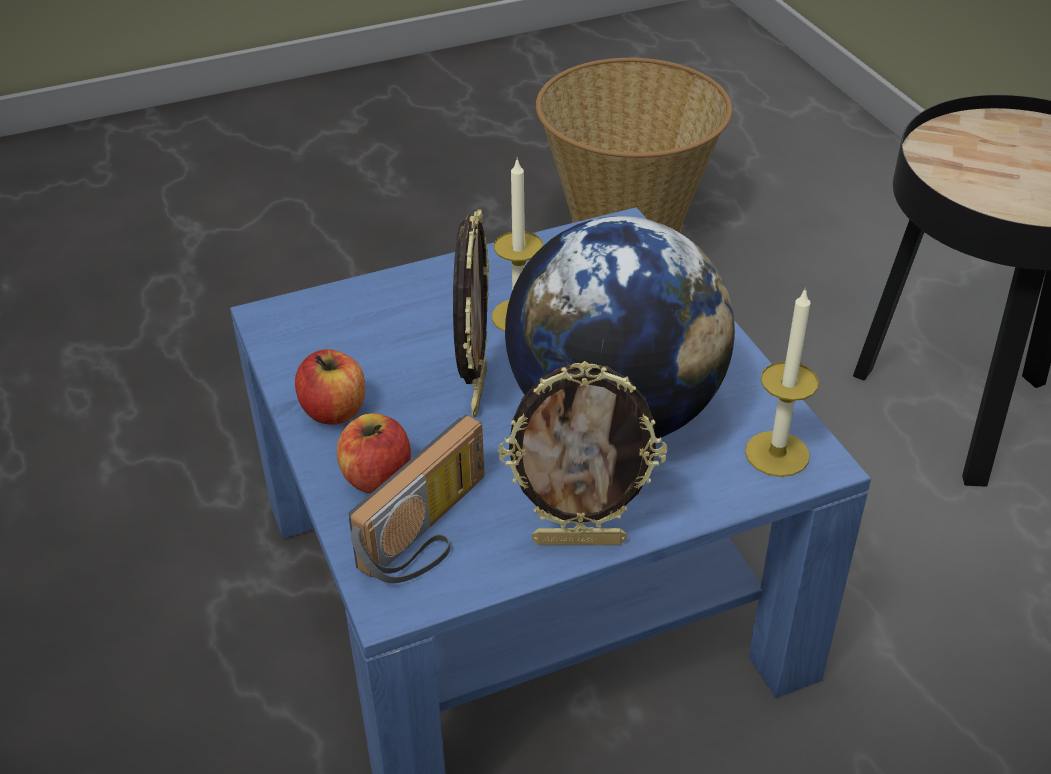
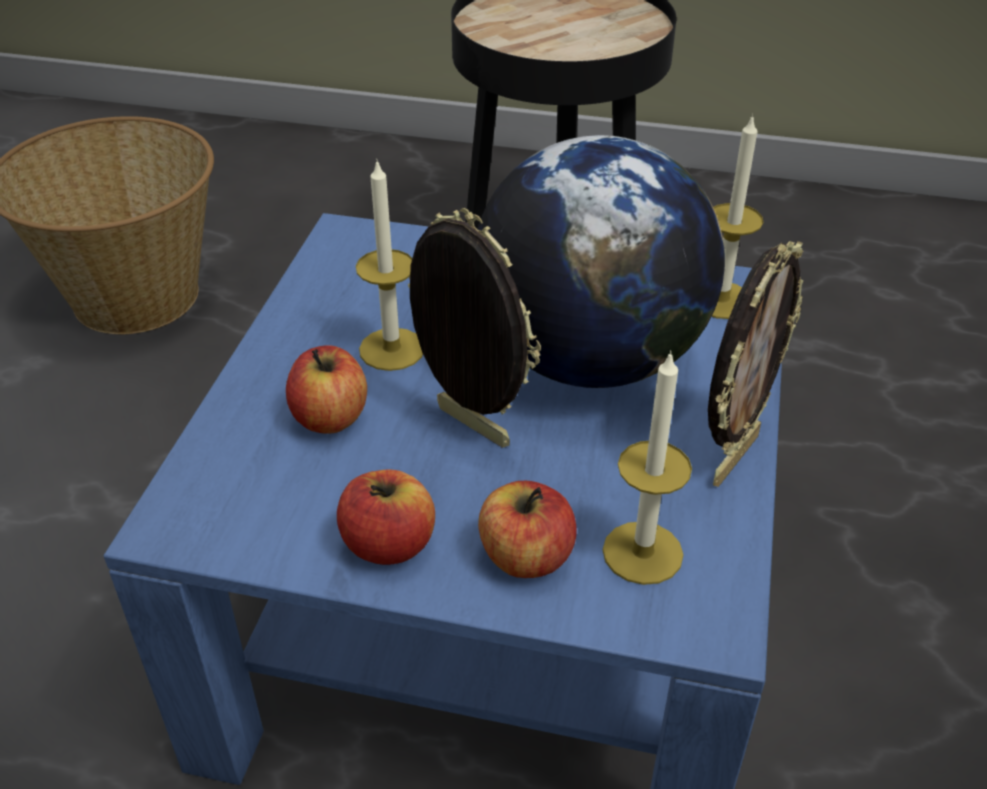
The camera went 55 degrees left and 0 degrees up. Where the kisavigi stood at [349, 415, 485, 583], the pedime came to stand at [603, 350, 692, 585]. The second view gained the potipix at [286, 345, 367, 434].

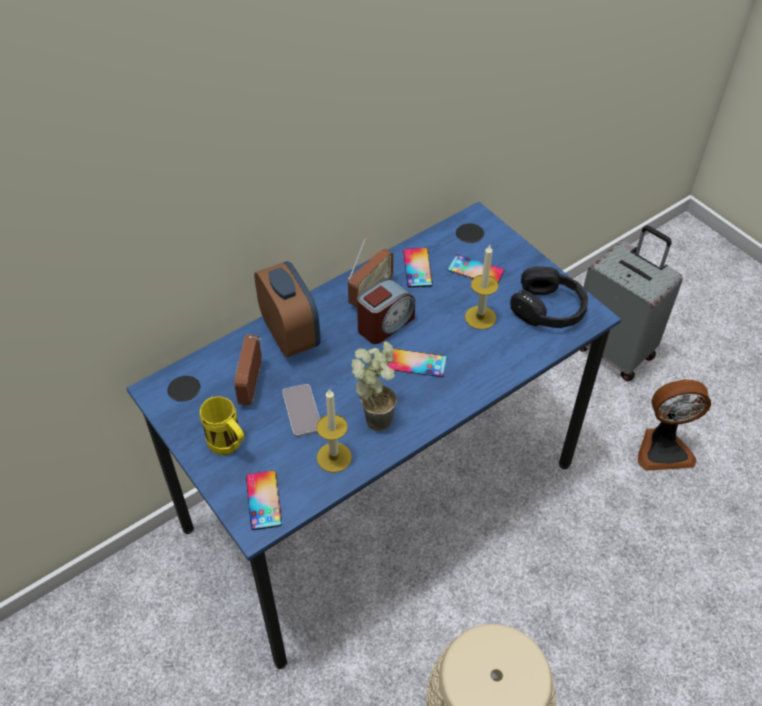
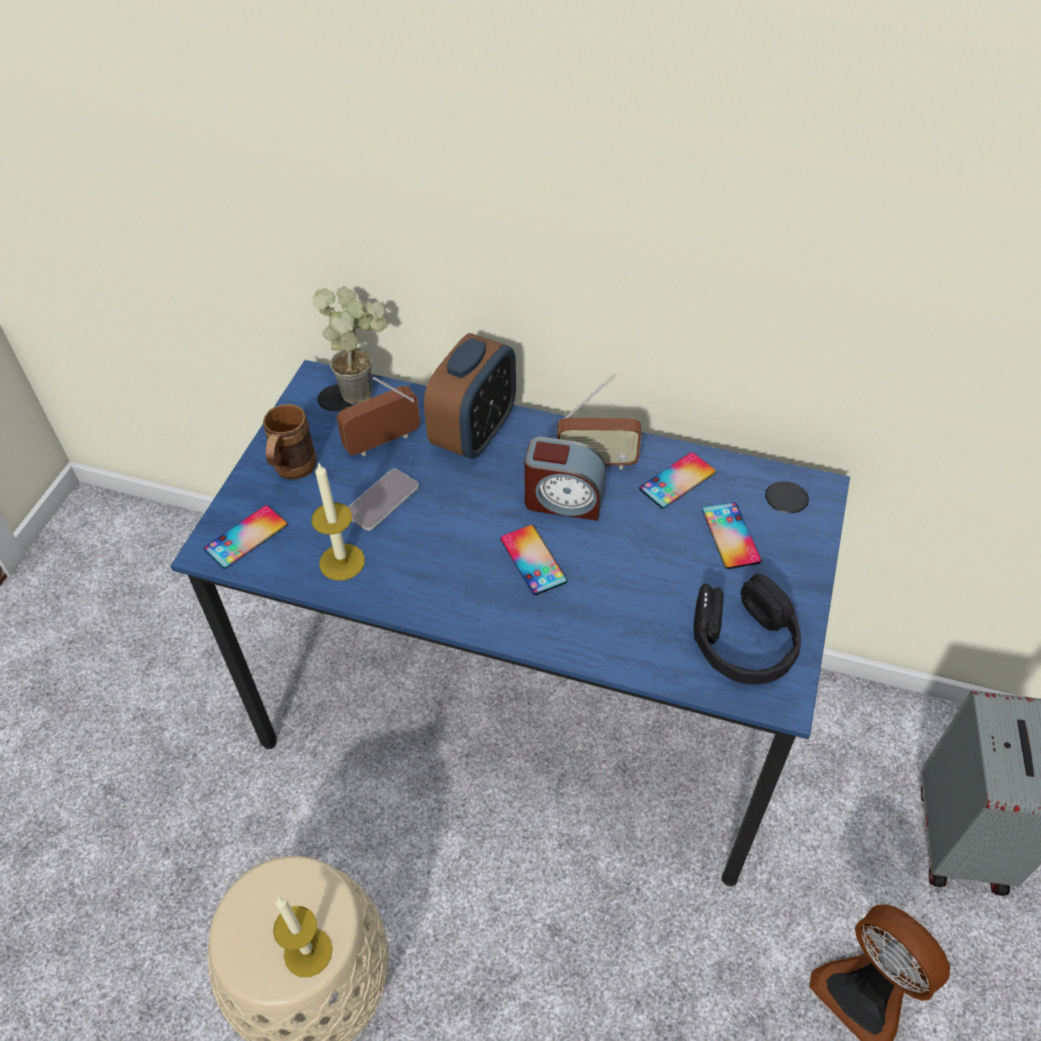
The camera went 55 degrees right and 0 degrees up. The pedime ended up elsewhere, having gone from [465, 244, 499, 330] to [273, 896, 333, 977]. The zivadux ended up elsewhere, having gone from [351, 341, 397, 431] to [312, 288, 387, 404]. What was the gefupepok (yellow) at [200, 396, 244, 455] turned into the gefupepok (brown) at [263, 404, 317, 479].

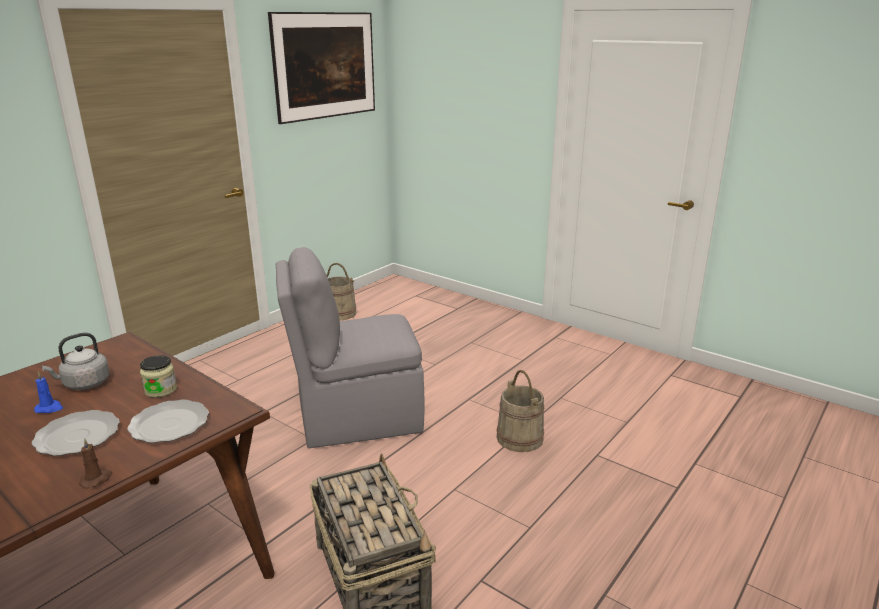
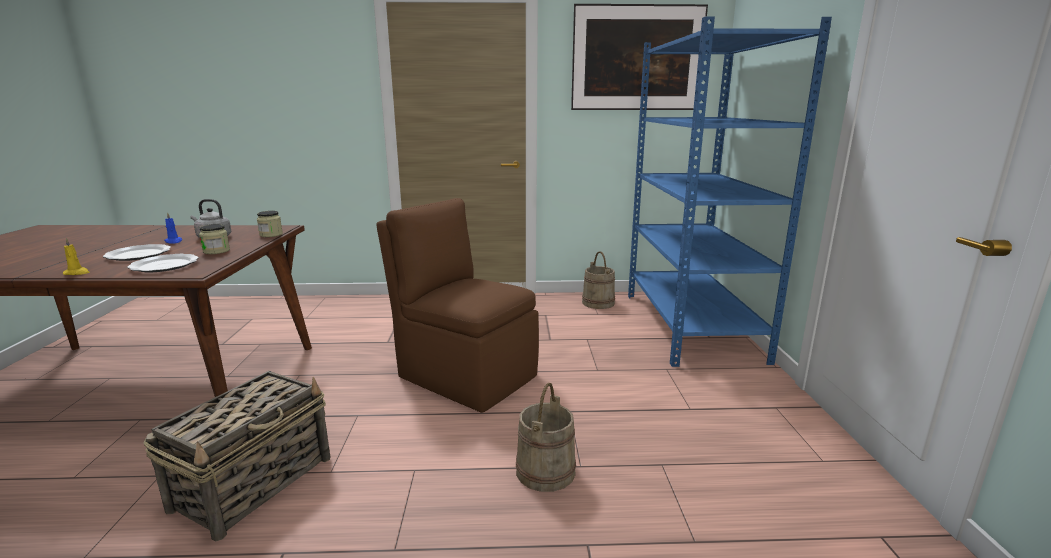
The camera went 50 degrees right and 5 degrees down. What was the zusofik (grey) at [276, 247, 424, 448] turned into the zusofik (brown) at [376, 198, 539, 413]. What was the pedime (brown) at [79, 438, 112, 489] turned into the pedime (yellow) at [63, 238, 90, 275]. The second view gained the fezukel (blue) at [628, 16, 832, 367]. The second view gained the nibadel at [257, 211, 283, 237].

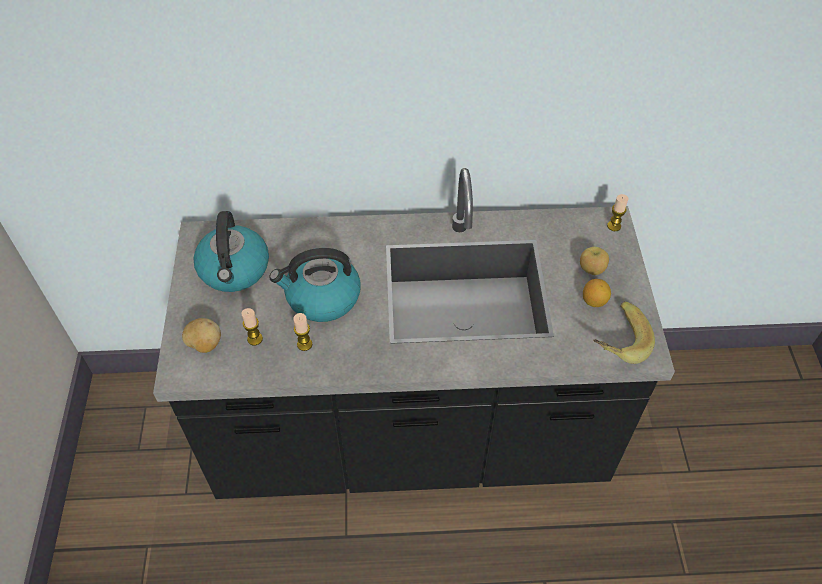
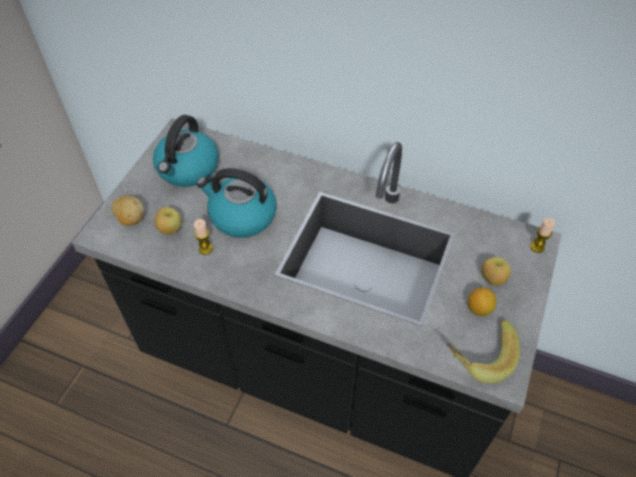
The camera went 25 degrees right and 0 degrees up. Where the pedime stood at [241, 308, 263, 345], the potipix came to stand at [154, 207, 182, 235].

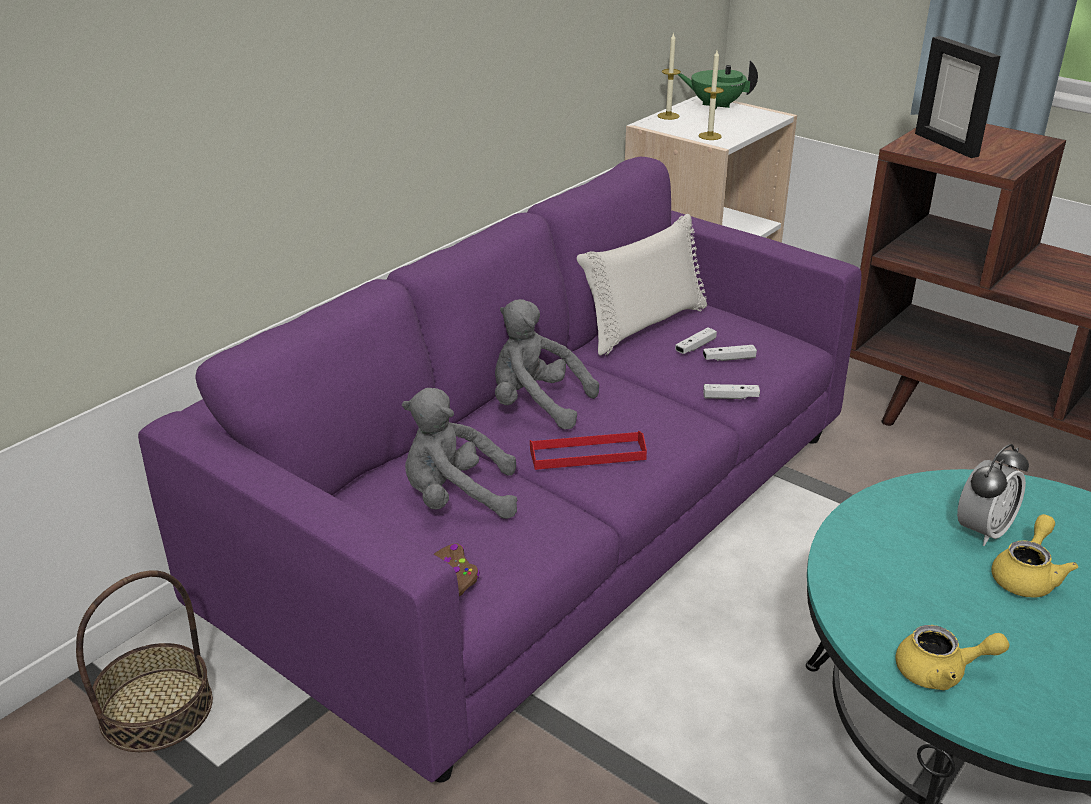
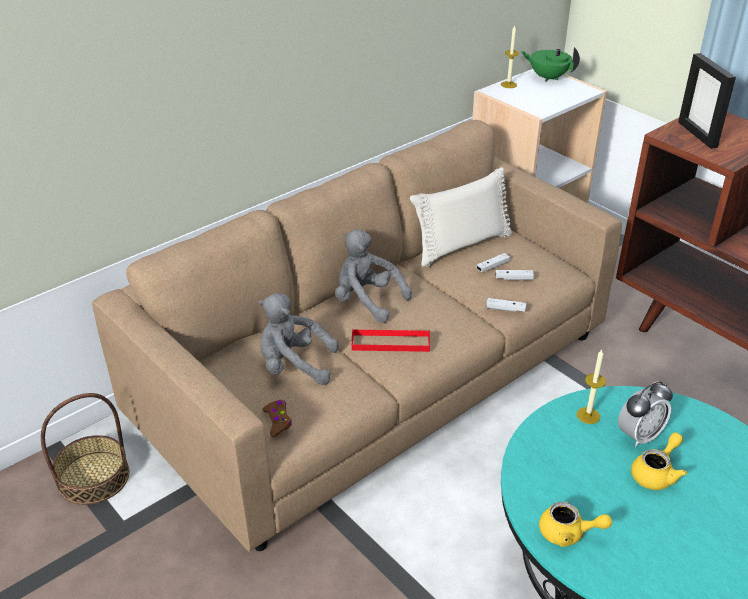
The camera went 10 degrees right and 5 degrees up. The pedime ended up elsewhere, having gone from [699, 50, 724, 140] to [577, 350, 606, 424]. What was the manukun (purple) at [138, 157, 861, 782] turned into the manukun (beige) at [92, 120, 622, 552].

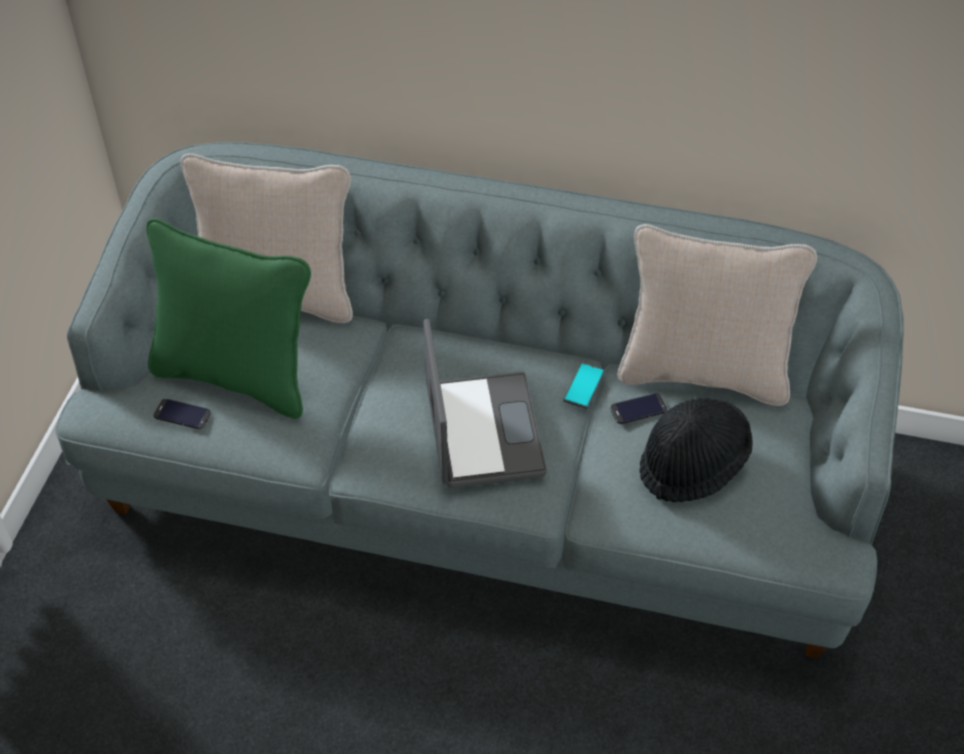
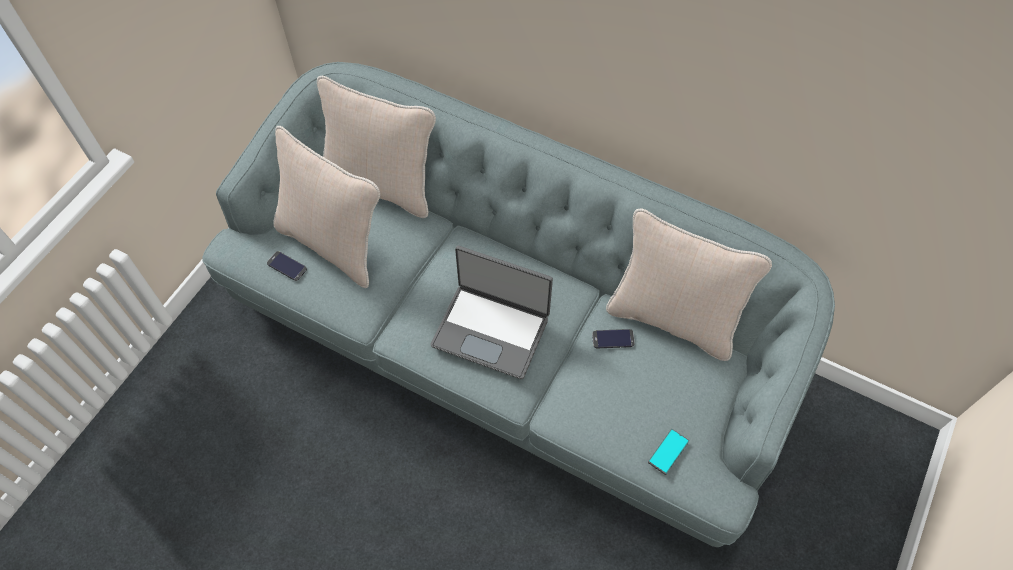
The camera went 15 degrees right and 10 degrees up. What was the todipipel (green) at [146, 218, 311, 419] turned into the todipipel (beige) at [273, 126, 380, 288]. The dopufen at [423, 319, 547, 488] ended up facing another way, 105 degrees clockwise from before. The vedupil ended up elsewhere, having gone from [563, 363, 605, 409] to [648, 429, 689, 475]. The second view lost the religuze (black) at [639, 398, 753, 502].

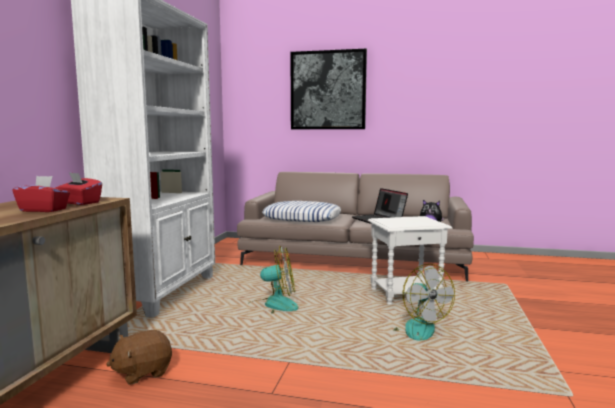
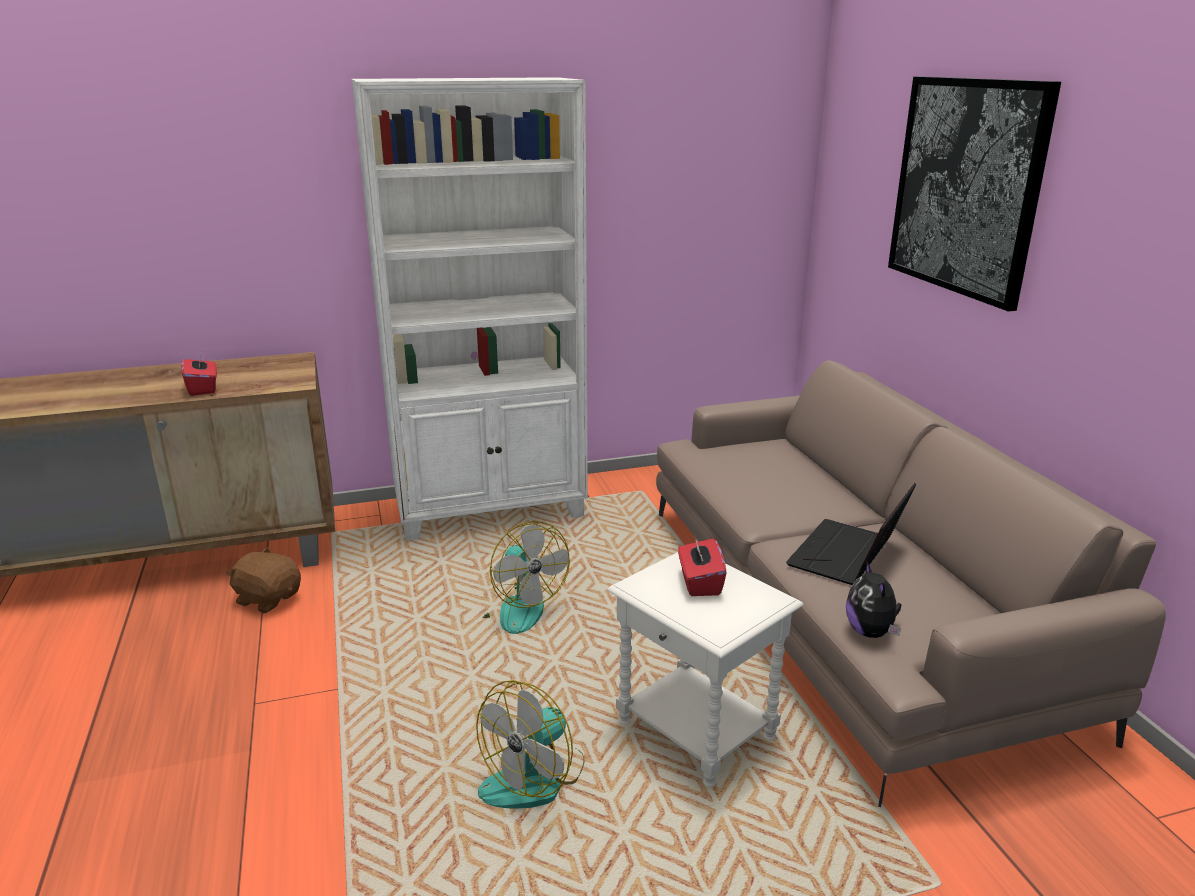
The camera went 60 degrees right and 15 degrees up. The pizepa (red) ended up elsewhere, having gone from [56, 172, 102, 205] to [678, 537, 726, 596]. The second view lost the todipipel at [262, 201, 341, 222].

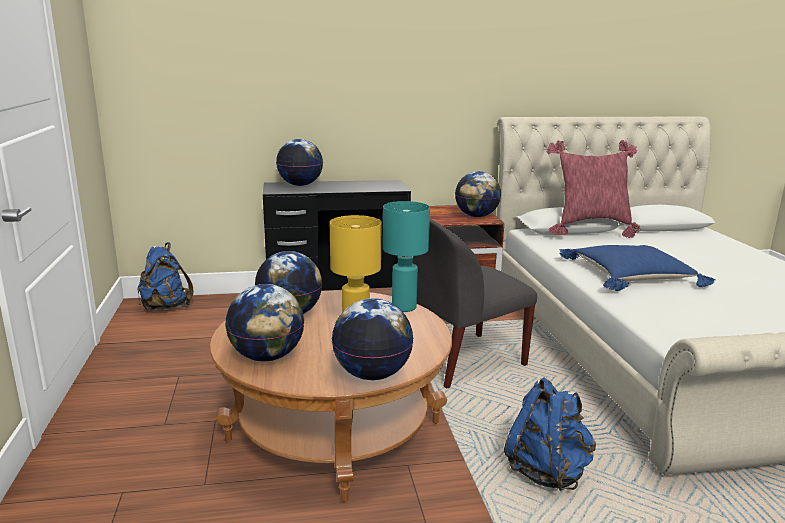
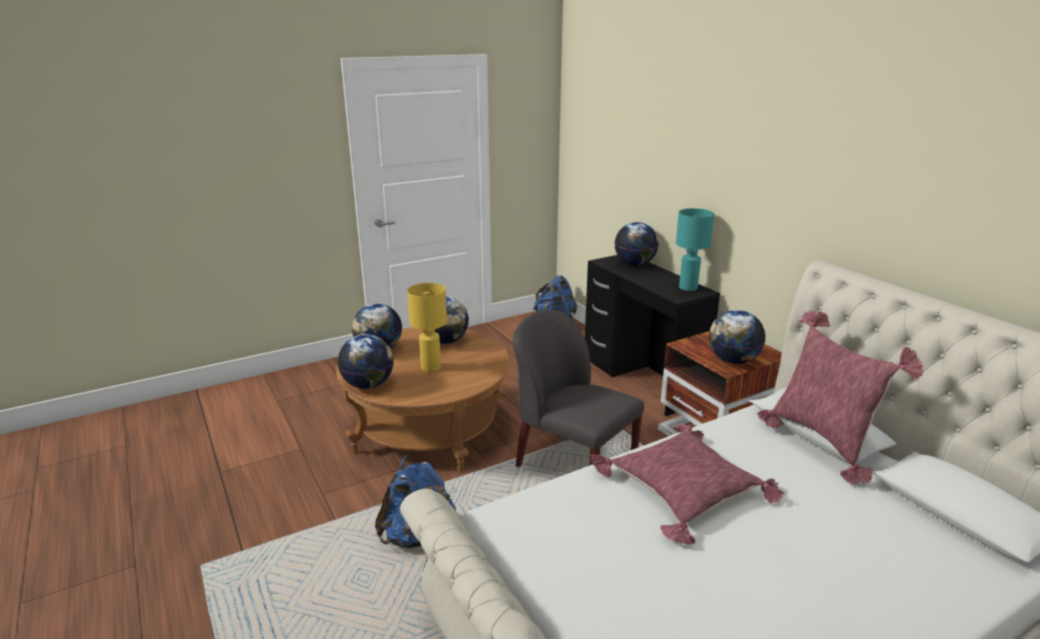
The camera went 70 degrees right and 5 degrees up. The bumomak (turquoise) ended up elsewhere, having gone from [382, 201, 430, 312] to [676, 208, 714, 291]. What was the todipipel (blue) at [559, 245, 716, 291] turned into the todipipel (red) at [591, 423, 785, 545].

